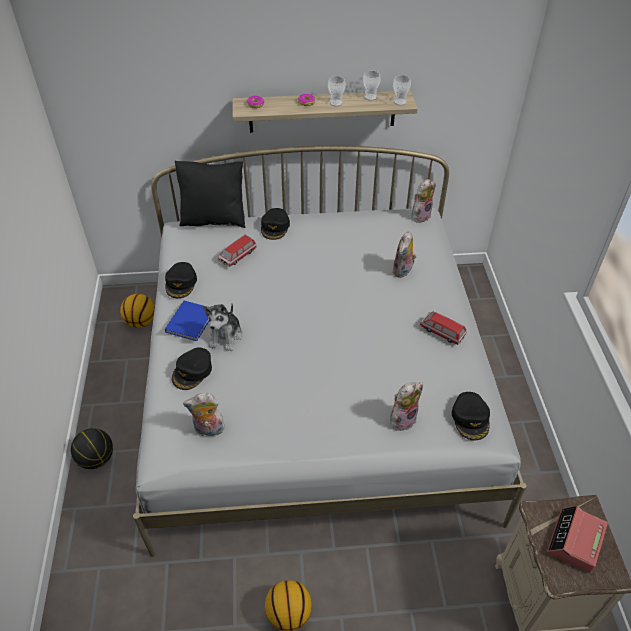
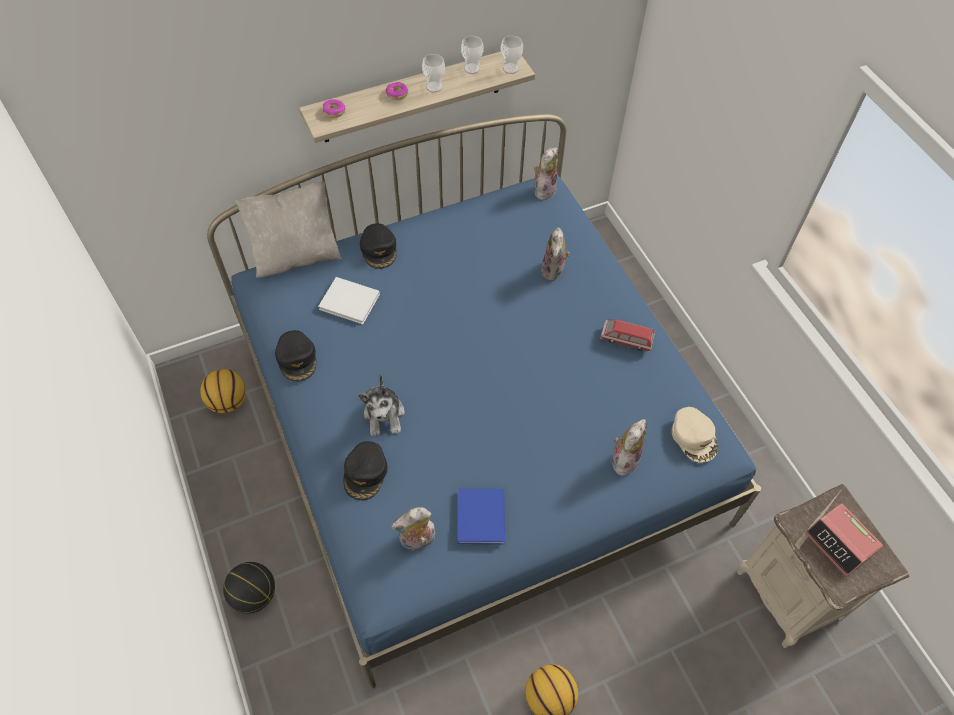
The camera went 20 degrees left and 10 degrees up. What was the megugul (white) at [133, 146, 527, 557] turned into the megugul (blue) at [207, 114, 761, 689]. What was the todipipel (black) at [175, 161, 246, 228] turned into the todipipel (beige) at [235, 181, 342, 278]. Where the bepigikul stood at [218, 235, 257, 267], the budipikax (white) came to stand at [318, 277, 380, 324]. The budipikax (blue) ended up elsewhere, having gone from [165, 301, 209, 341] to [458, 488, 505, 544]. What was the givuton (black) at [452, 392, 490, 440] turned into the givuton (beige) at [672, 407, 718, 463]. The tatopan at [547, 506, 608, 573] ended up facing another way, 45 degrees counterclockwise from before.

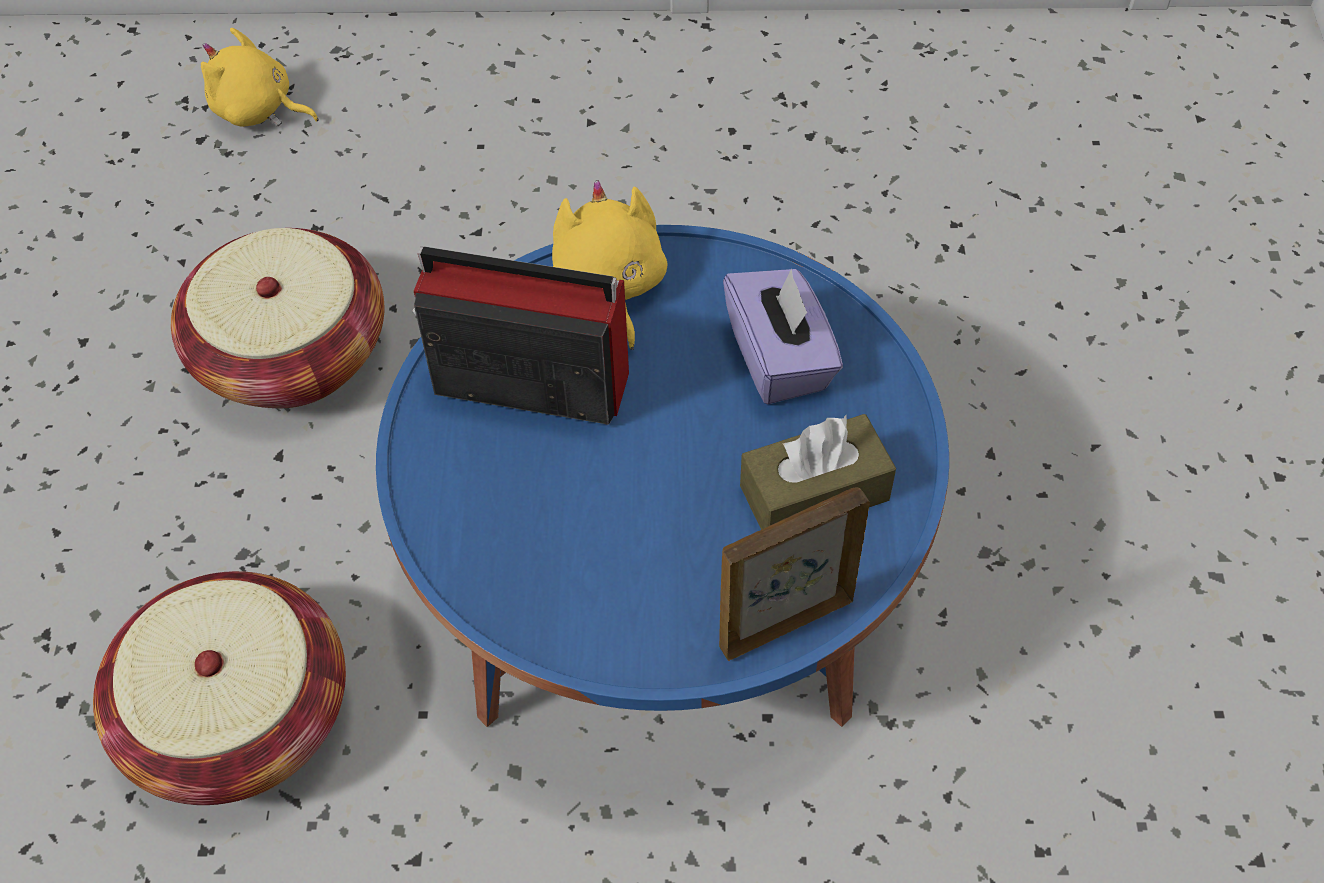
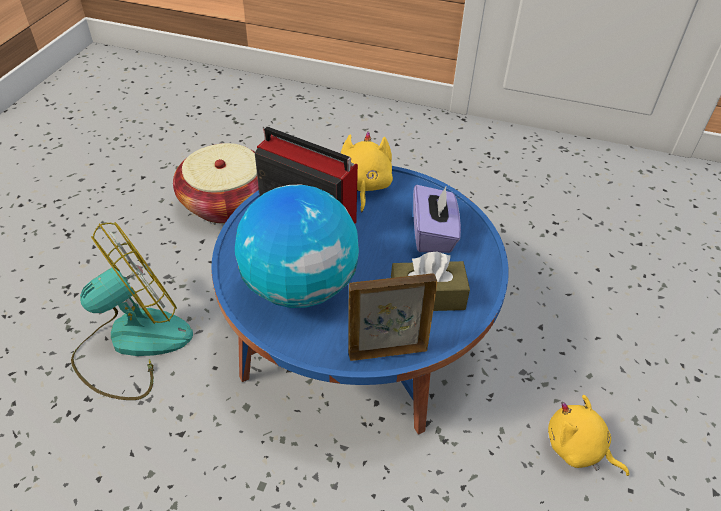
The camera went 15 degrees right and 10 degrees down. The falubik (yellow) ended up elsewhere, having gone from [201, 27, 319, 127] to [548, 395, 629, 476]. Where the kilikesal stood at [93, 571, 346, 805], the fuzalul came to stand at [71, 222, 193, 400]. The second view gained the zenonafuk at [235, 185, 359, 308].

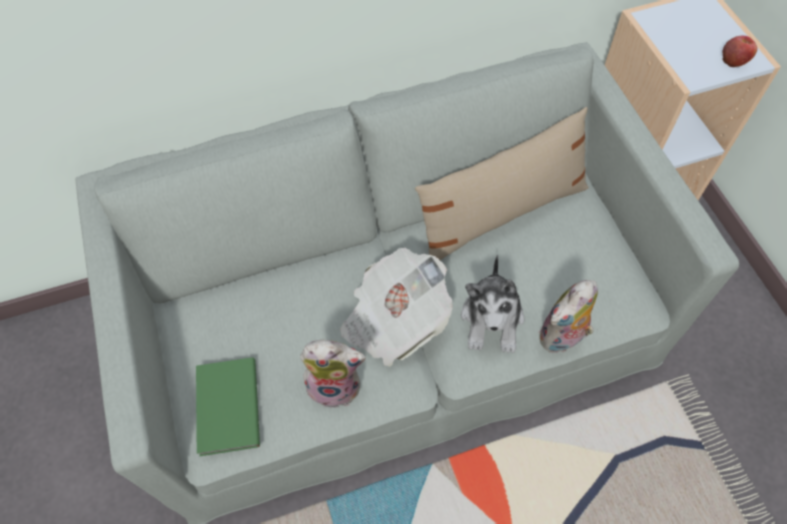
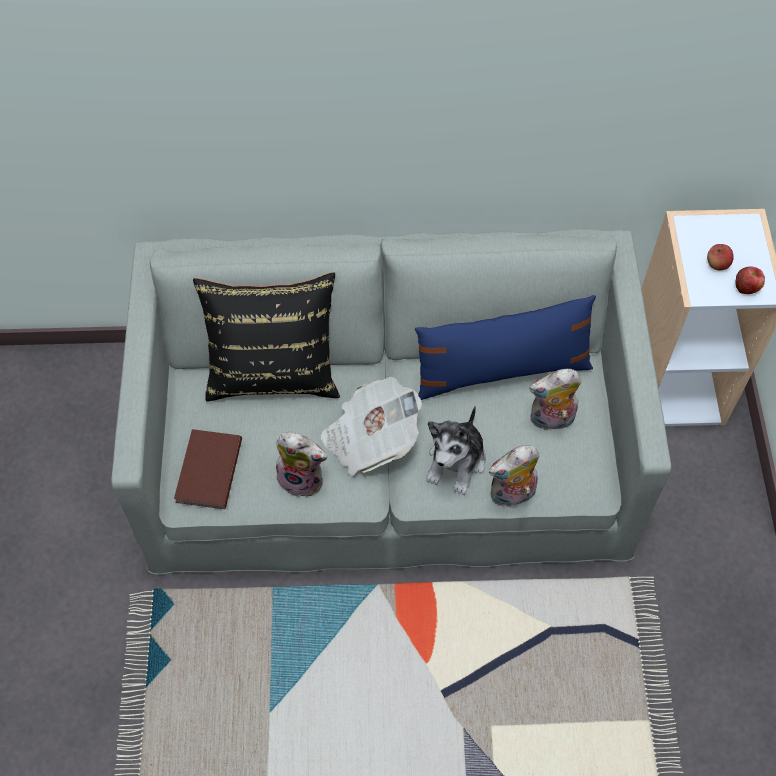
The camera went 15 degrees right and 0 degrees up. What was the todipipel (beige) at [415, 107, 589, 260] turned into the todipipel (blue) at [415, 295, 596, 400]. What was the budipikax (green) at [196, 357, 260, 456] turned into the budipikax (brown) at [174, 429, 242, 509]. The second view gained the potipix at [707, 244, 734, 270]. The second view gained the todipipel (black) at [193, 272, 340, 402]. The second view gained the falubik at [529, 369, 582, 430].

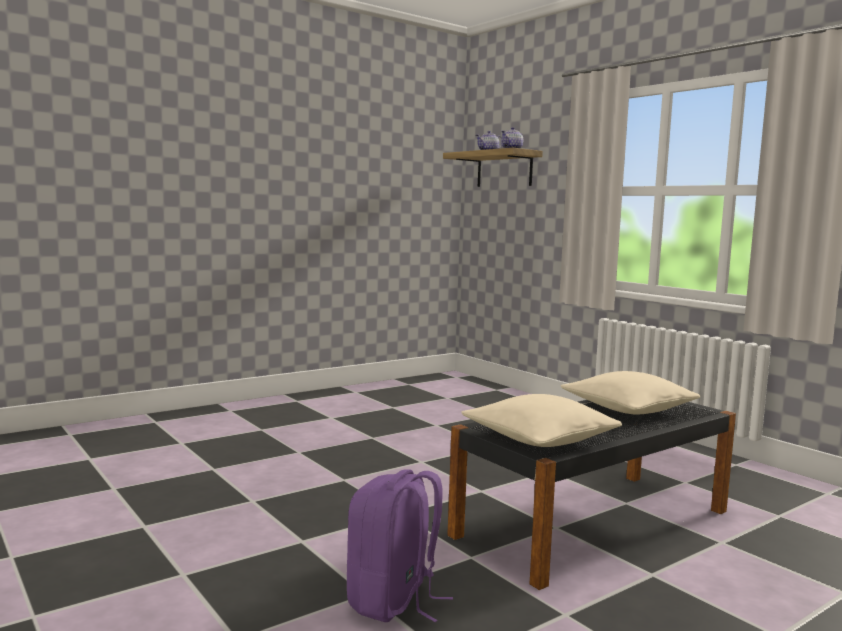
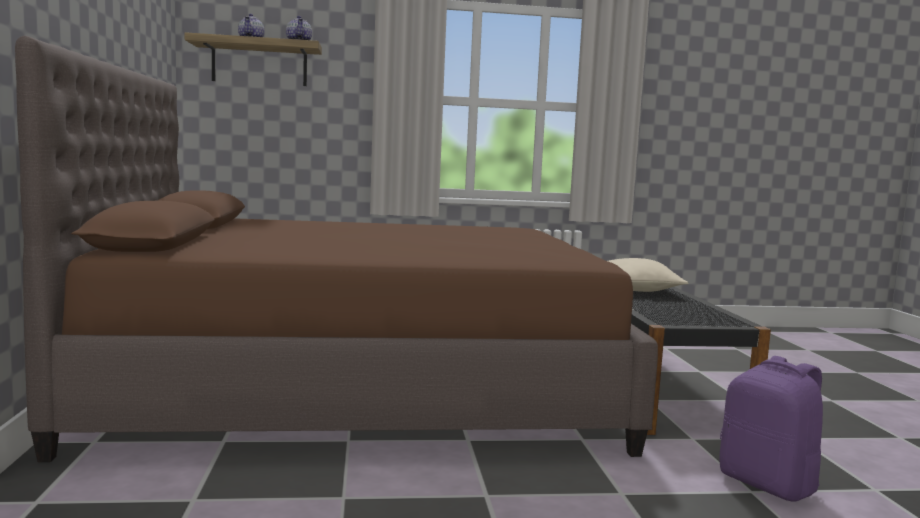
The camera went 60 degrees left and 0 degrees up. The second view lost the todipipel (beige) at [461, 394, 622, 447]. The second view gained the megugul (brown) at [15, 36, 658, 462].

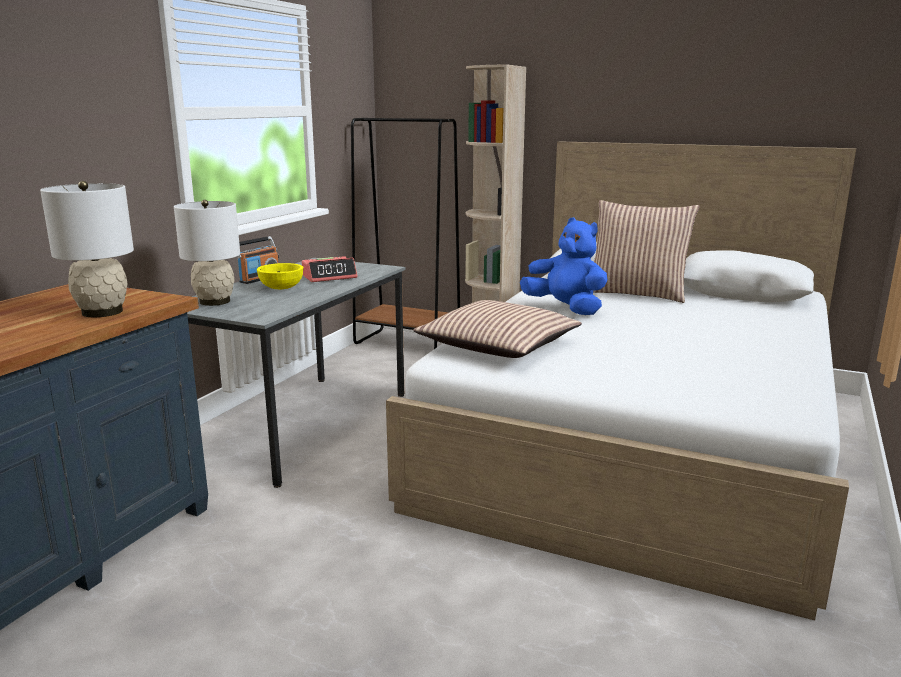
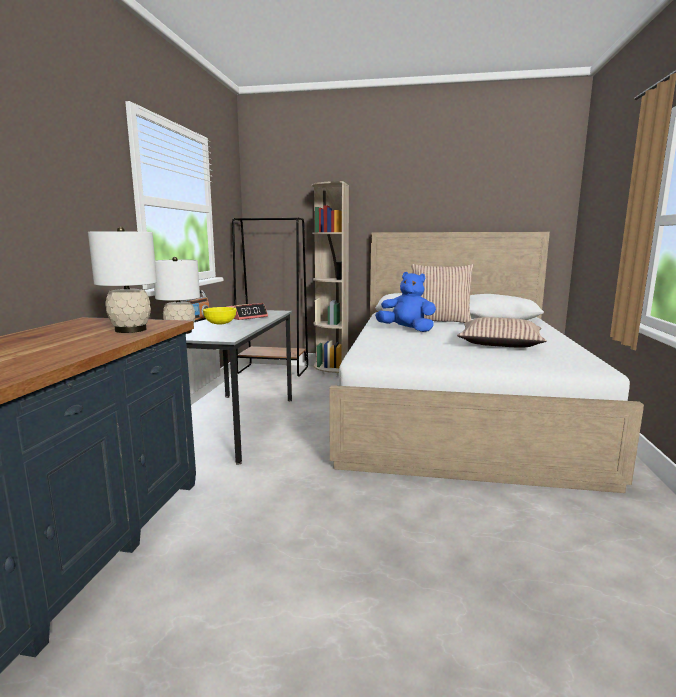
The camera went 15 degrees left and 5 degrees down. The todipipel ended up elsewhere, having gone from [413, 300, 582, 358] to [457, 317, 547, 348].

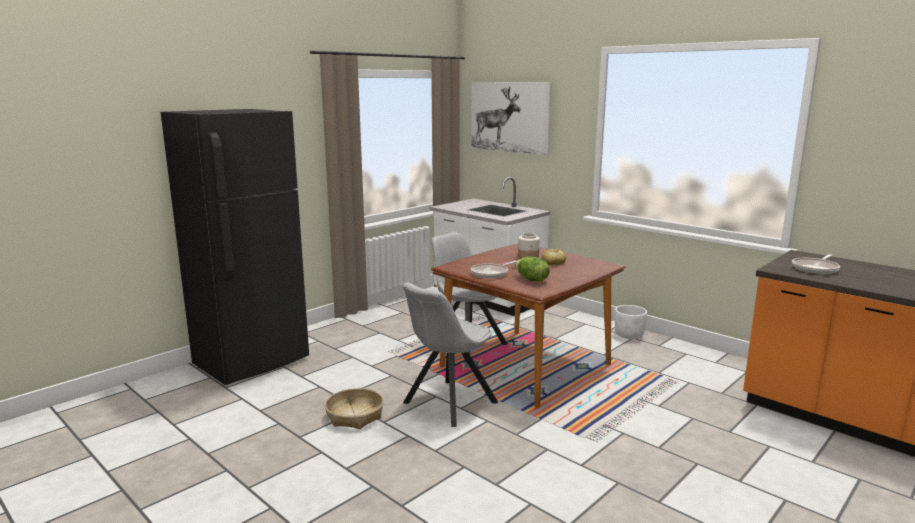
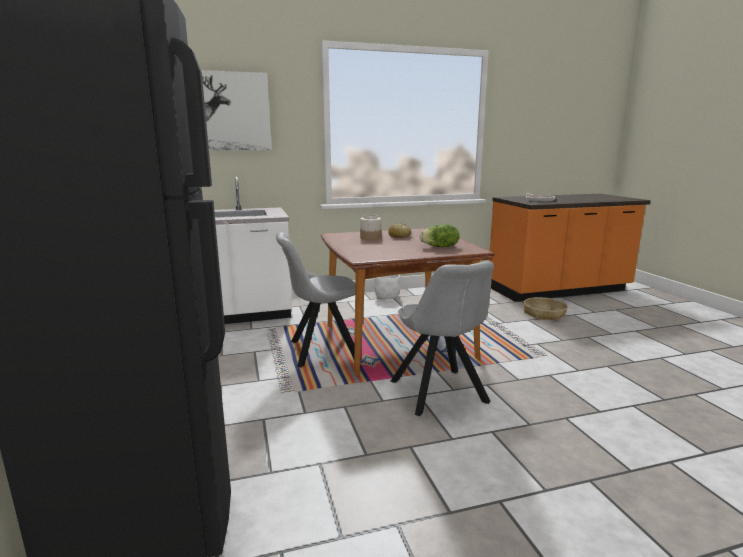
The camera went 60 degrees left and 0 degrees up. The second view lost the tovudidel at [471, 261, 517, 278]. The kilikesal ended up elsewhere, having gone from [325, 388, 384, 429] to [524, 297, 568, 321].

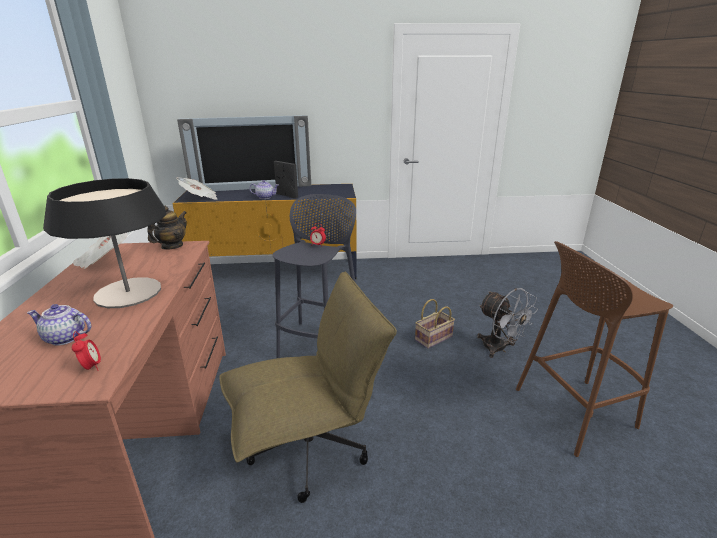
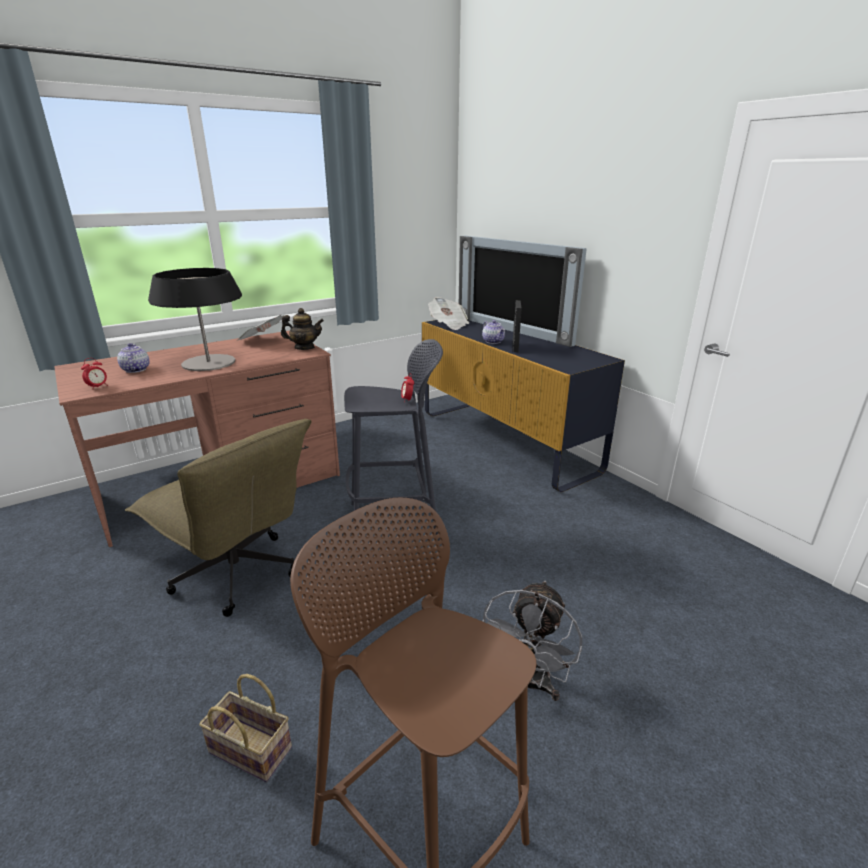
The camera went 60 degrees right and 0 degrees up. The kilikesal ended up elsewhere, having gone from [415, 299, 455, 349] to [199, 674, 292, 782].

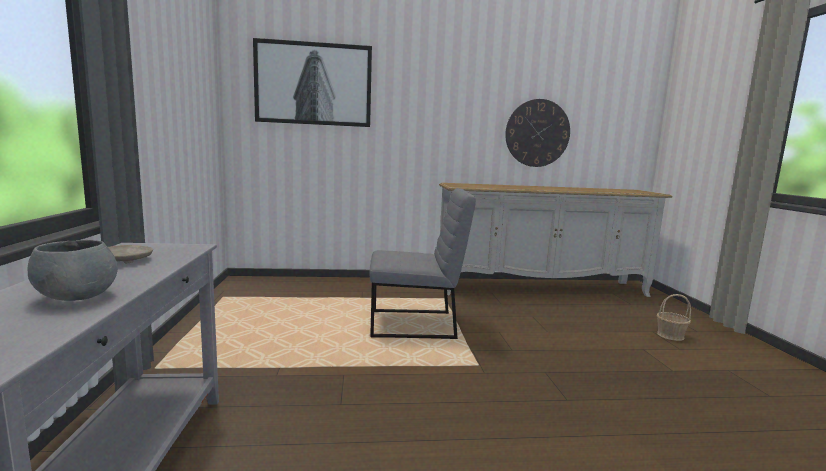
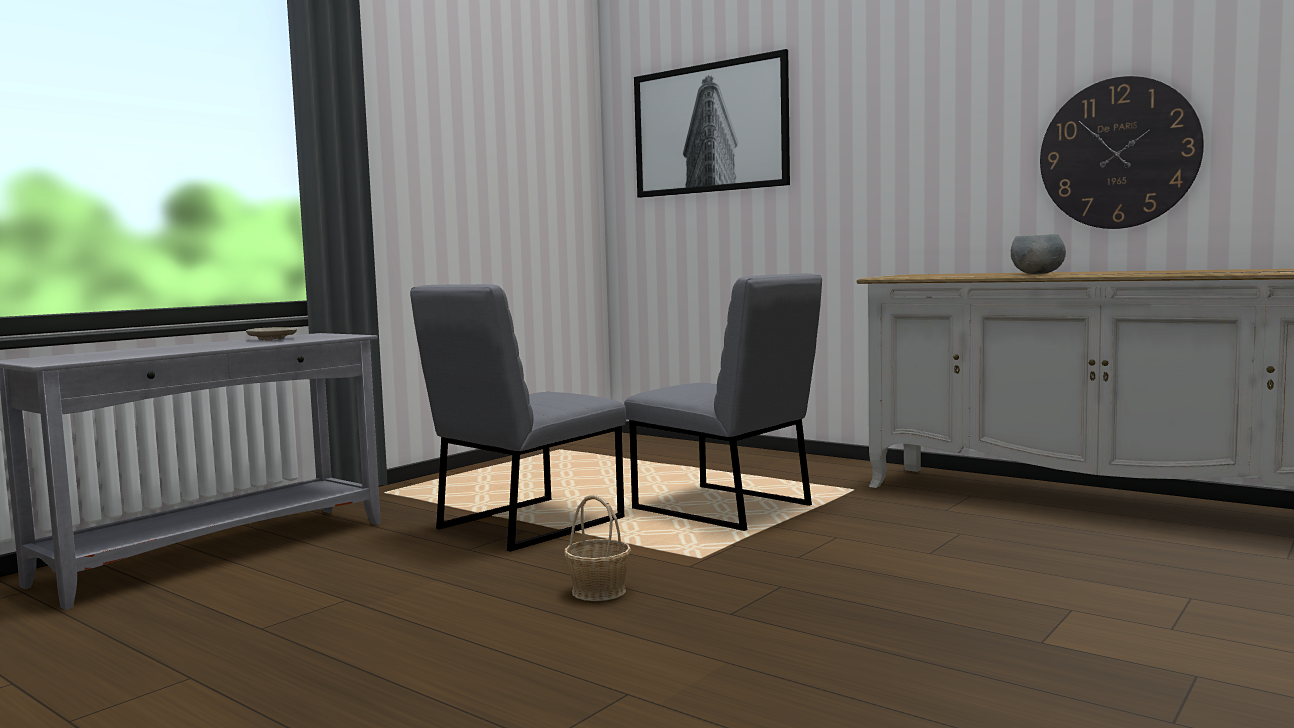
The camera went 45 degrees right and 5 degrees down. The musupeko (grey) ended up elsewhere, having gone from [27, 240, 118, 301] to [1011, 234, 1066, 274]. The kilikesal ended up elsewhere, having gone from [656, 294, 691, 341] to [564, 495, 631, 601]. The second view gained the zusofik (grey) at [410, 284, 626, 552].

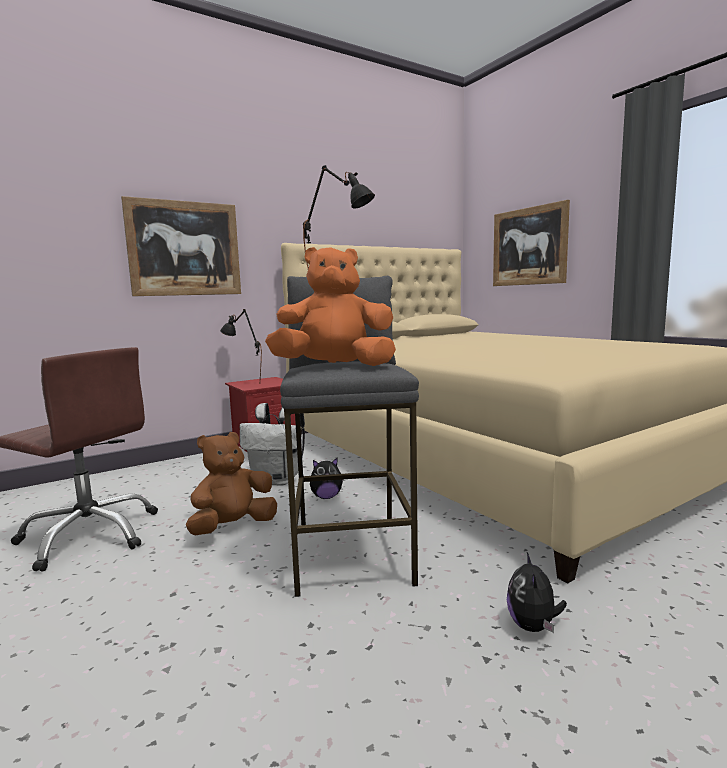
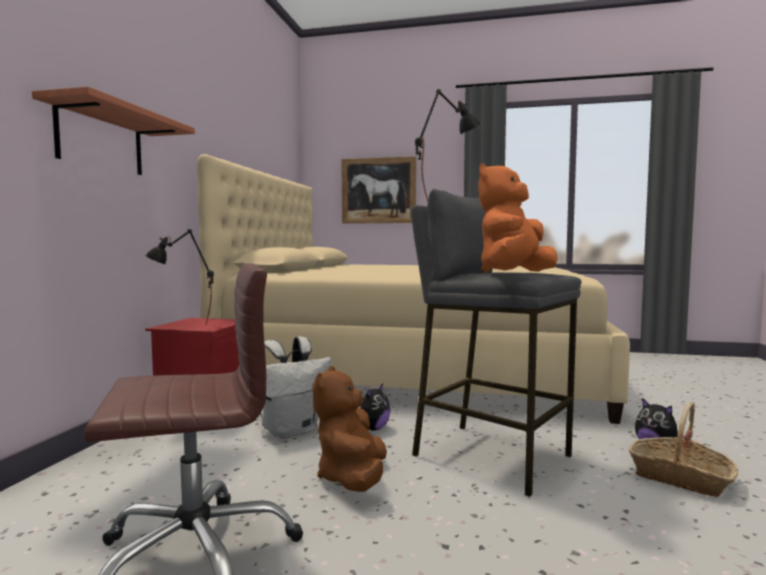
The camera went 45 degrees left and 5 degrees down. Where the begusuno hung at [121, 196, 241, 296], the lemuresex came to hang at [32, 87, 195, 175]. The second view gained the kilikesal at [629, 401, 738, 497].

